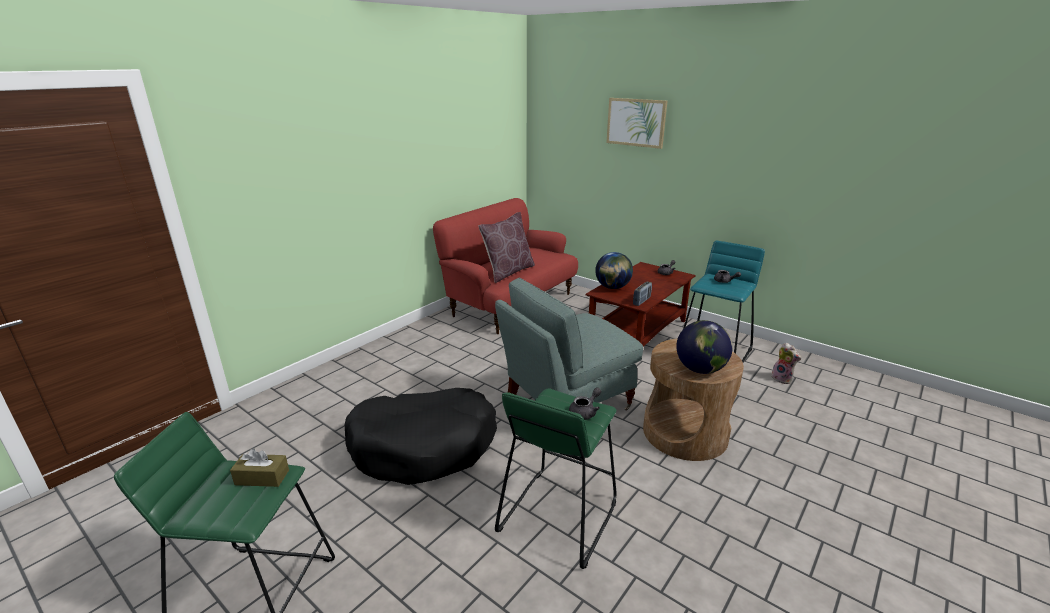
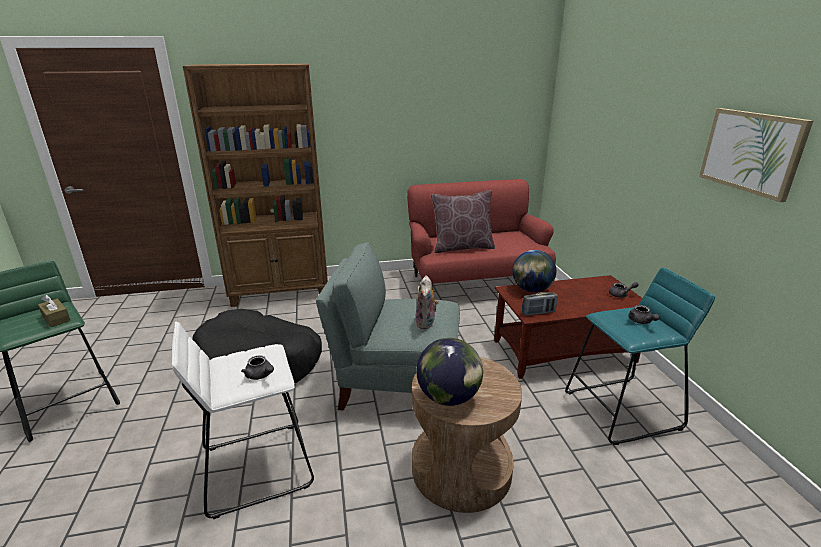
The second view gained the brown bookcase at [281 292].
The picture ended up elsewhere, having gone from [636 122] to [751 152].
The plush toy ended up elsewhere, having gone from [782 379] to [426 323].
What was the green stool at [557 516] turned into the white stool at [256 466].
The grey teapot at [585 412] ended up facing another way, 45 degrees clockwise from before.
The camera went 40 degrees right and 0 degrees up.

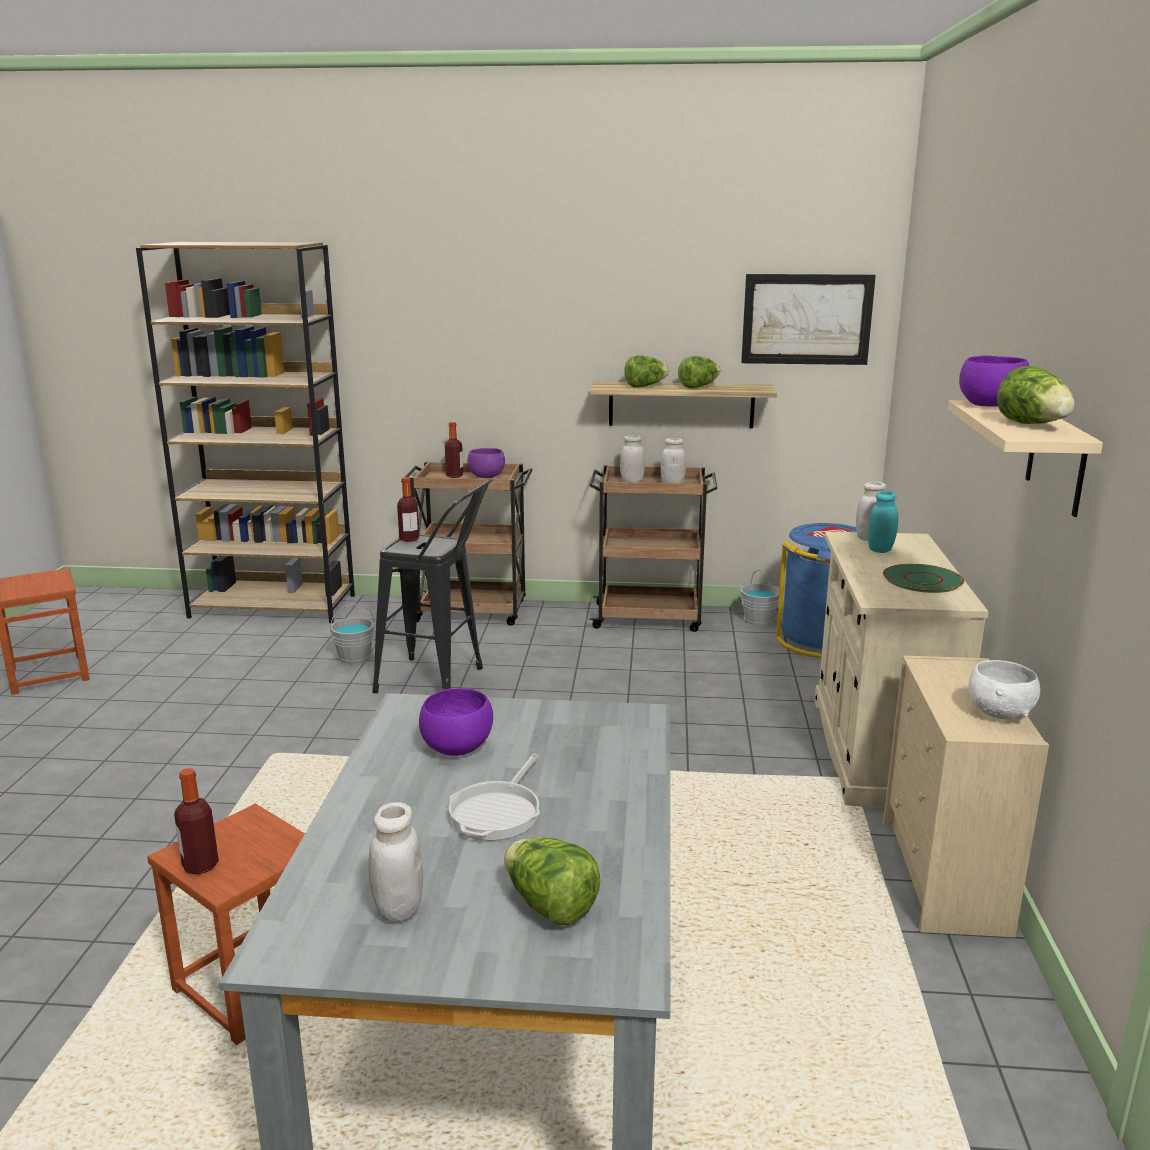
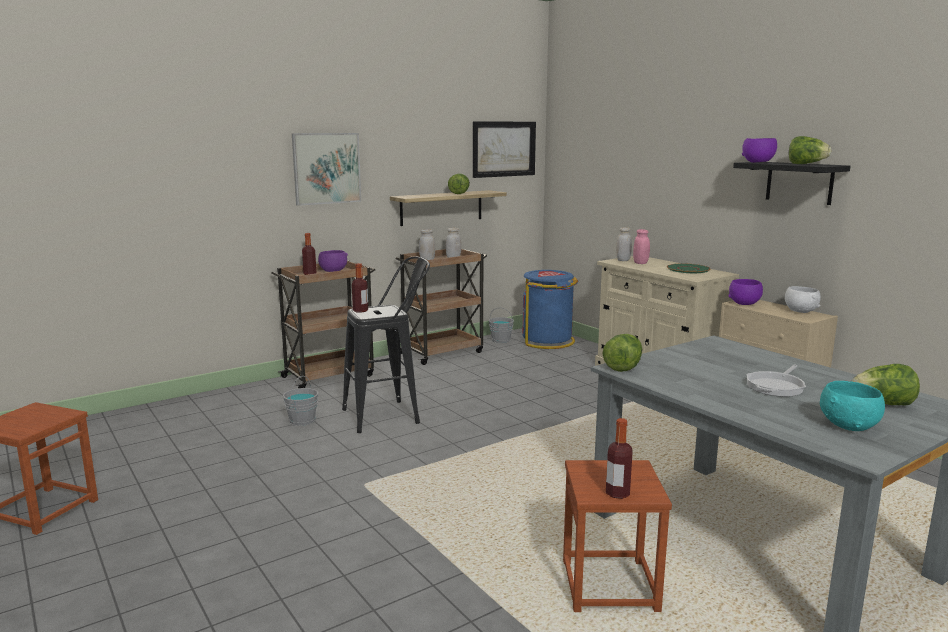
The second view lost the brown bookcase at [274 606].
The second view gained the picture at [326 168].
The purple bowl ended up elsewhere, having gone from [456 748] to [744 303].
The lettuce ended up elsewhere, having gone from [645 386] to [623 367].
Where the white jar stood at [398 909], the turquoise bowl came to stand at [849 426].
What was the turquoise jar at [880 550] turned into the pink jar at [640 263].
What was the beige shelf at [1056 458] turned into the black shelf at [799 182].
The frying pan at [498 812] ended up facing another way, 60 degrees clockwise from before.
The camera went 40 degrees left and 5 degrees down.

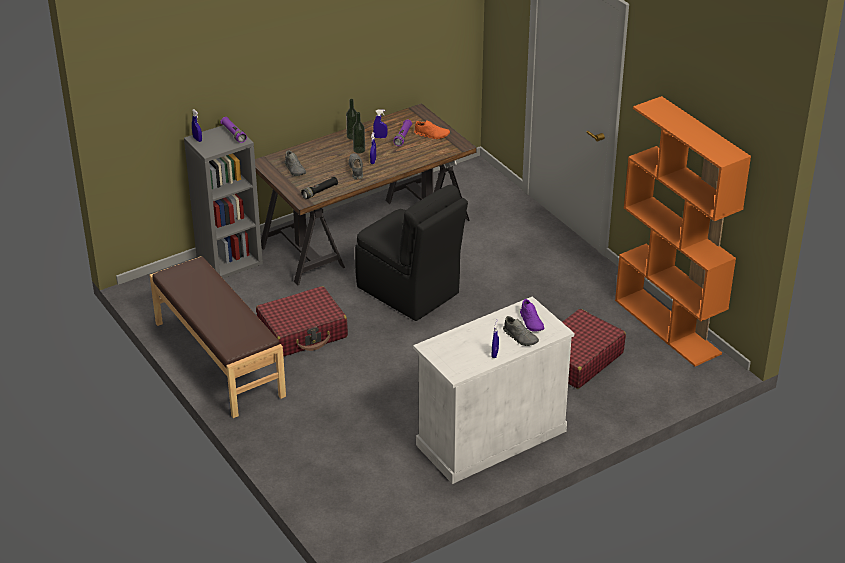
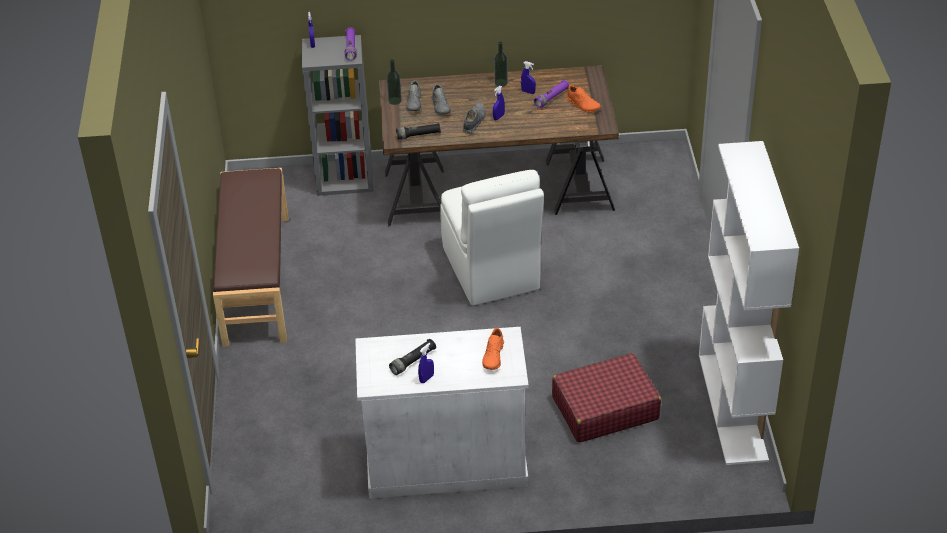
The second view lost the red suitcase at [303 332].
The second view gained the black flashlight at [413 361].
The bottle ended up elsewhere, having gone from [359 150] to [395 100].
The grey shoe ended up elsewhere, having gone from [520 337] to [441 106].
What was the black chair at [409 291] turned into the white chair at [491 270].
What was the purple shoe at [531 322] turned into the orange shoe at [494 356].
What was the orange bookcase at [668 327] turned into the white bookcase at [733 407].
The camera went 30 degrees right and 5 degrees up.

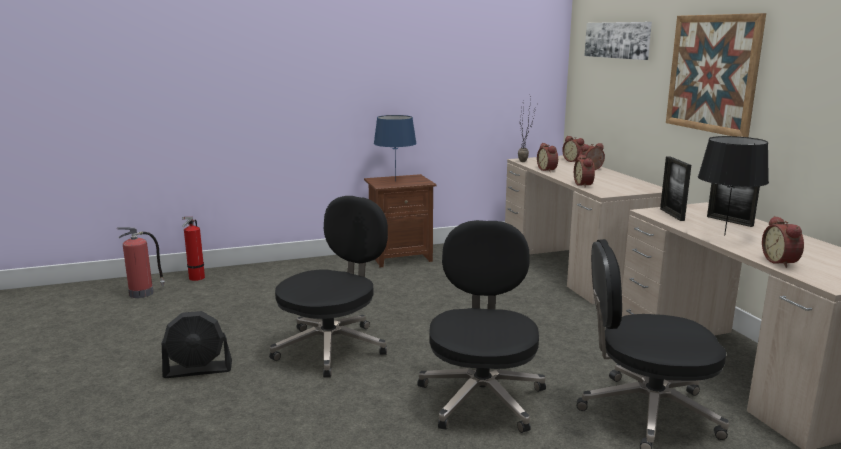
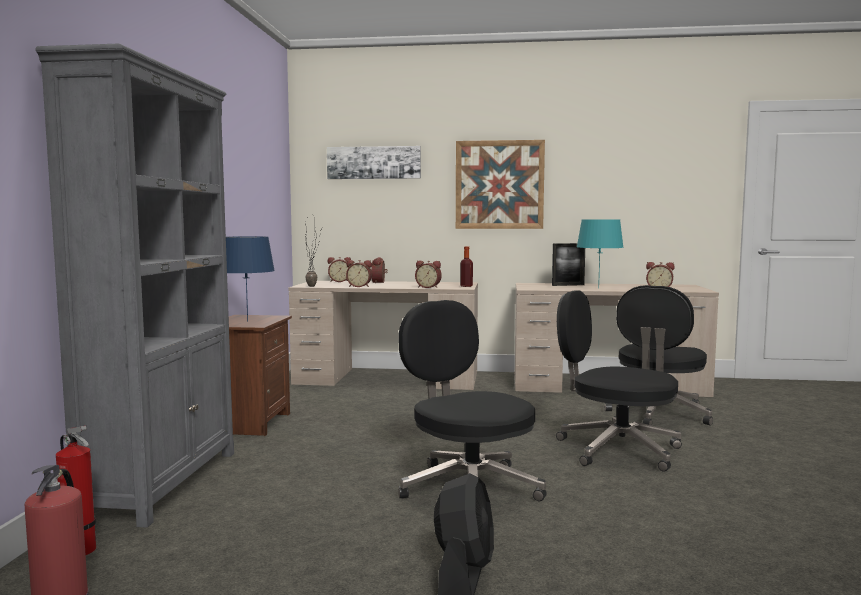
The second view lost the picture frame at [672 214].
The second view gained the grey bookcase at [164 483].
The second view gained the bottle at [466 286].
What was the black table lamp at [725 235] turned into the turquoise table lamp at [598 288].
The camera went 65 degrees left and 10 degrees down.

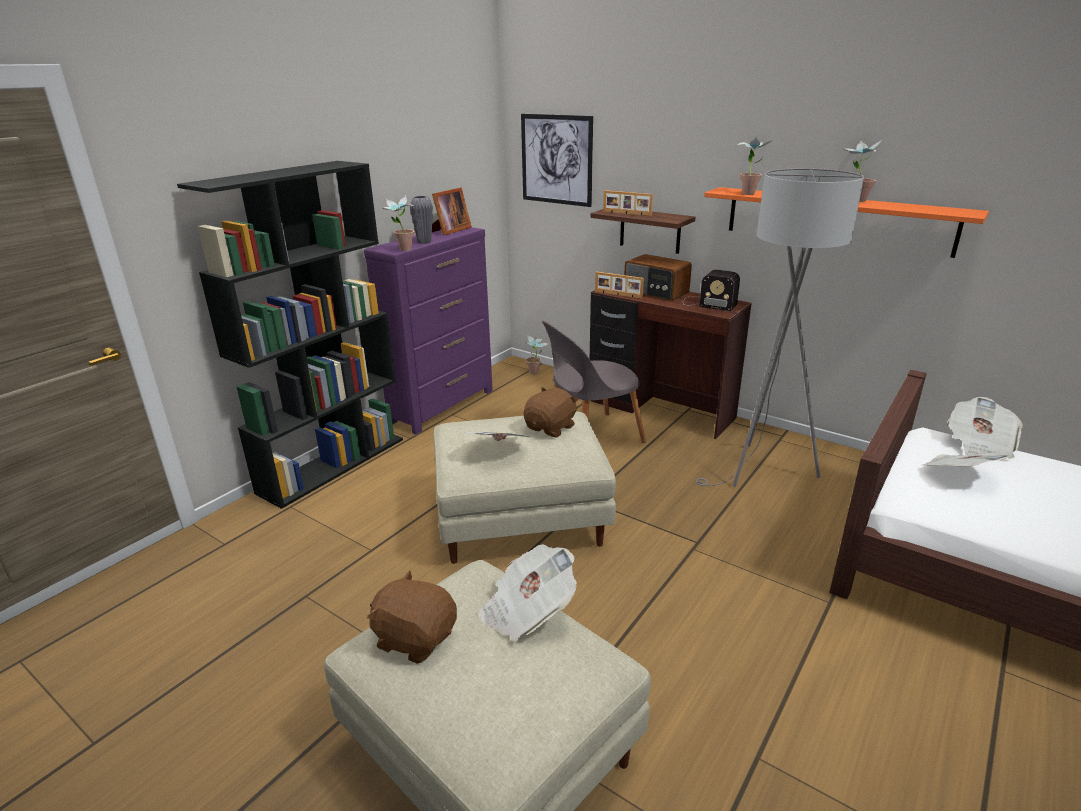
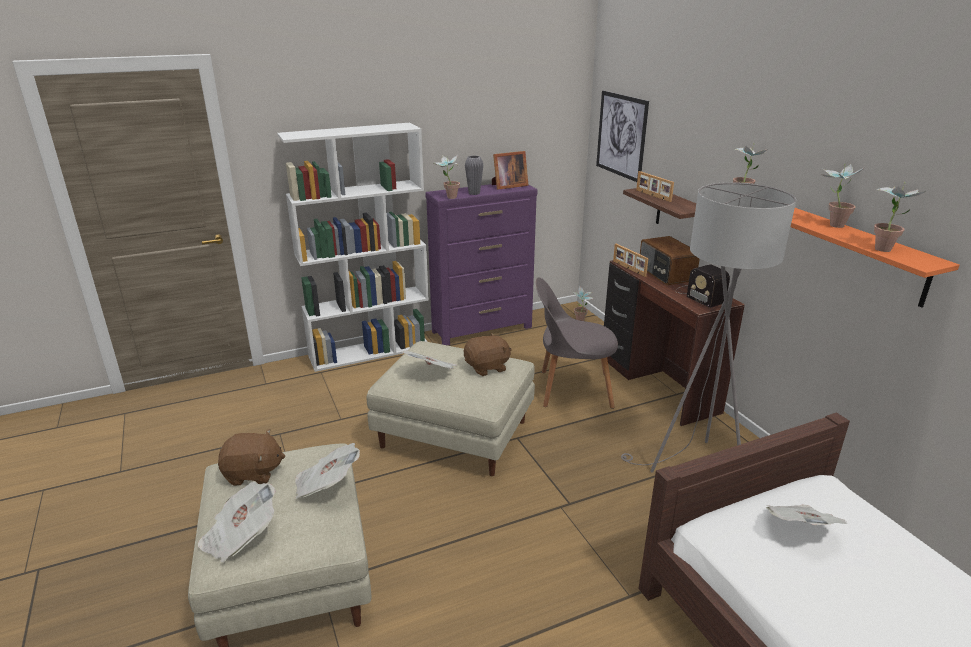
The second view gained the potted plant at [885 248].
The newspaper ended up elsewhere, having gone from [978 446] to [240 536].
What was the black bookcase at [333 464] turned into the white bookcase at [370 351].
The brown plush toy at [415 638] ended up facing another way, 120 degrees clockwise from before.
The camera went 30 degrees right and 0 degrees up.

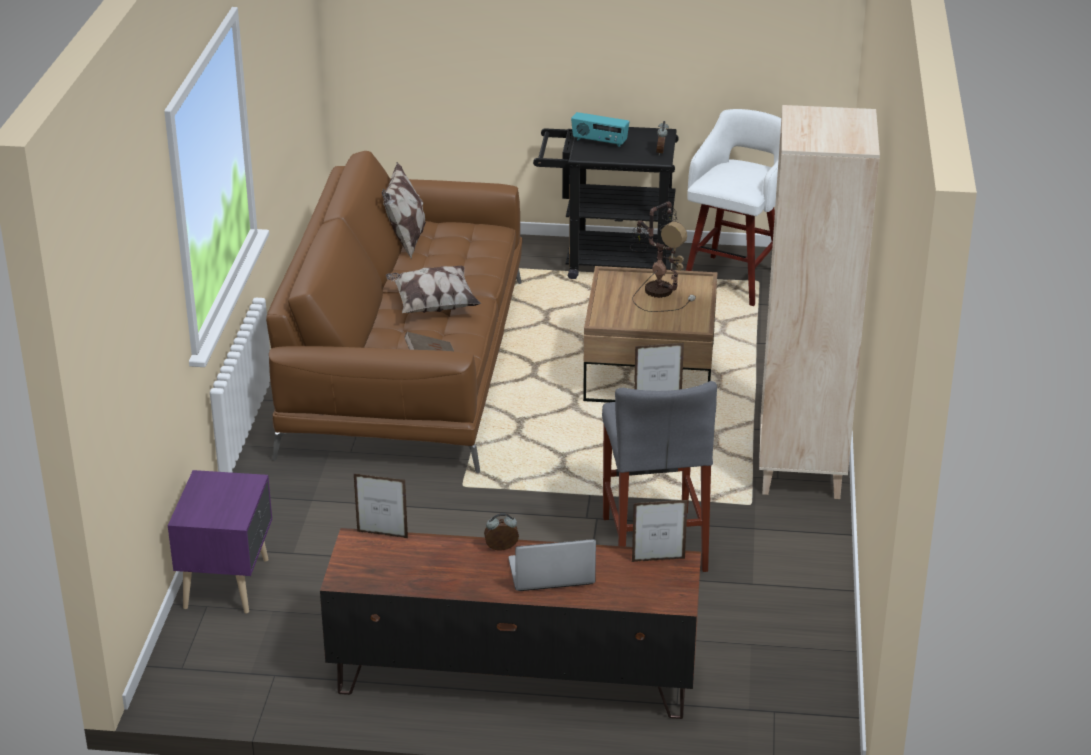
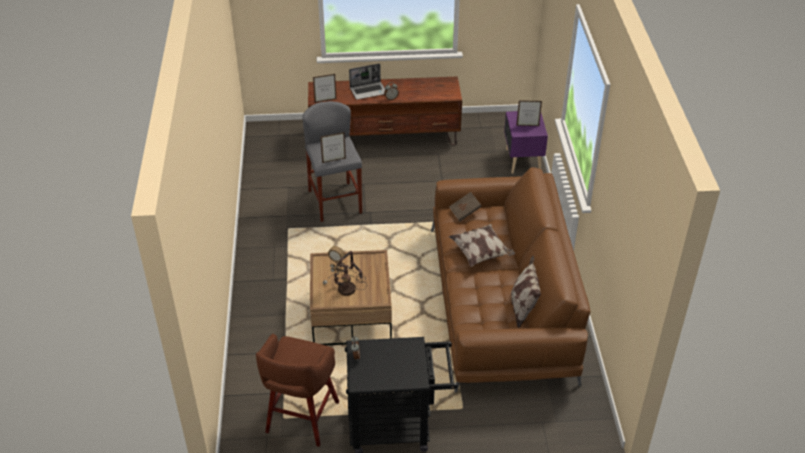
The second view lost the radio at [599 142].
The second view lost the beige bookcase at [802 470].
The picture frame ended up elsewhere, having gone from [382 534] to [527 125].
What was the white stool at [734 279] turned into the brown stool at [301 419].
The camera went 170 degrees right and 10 degrees up.

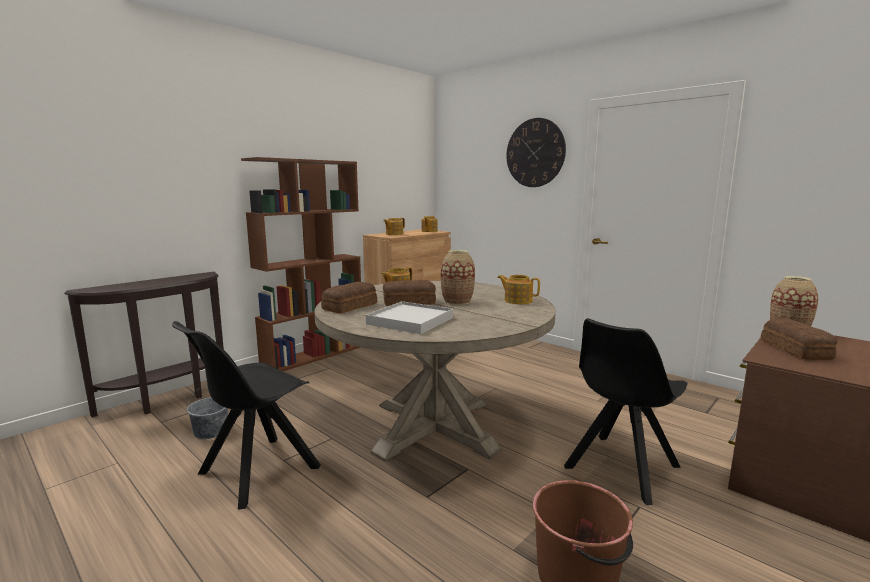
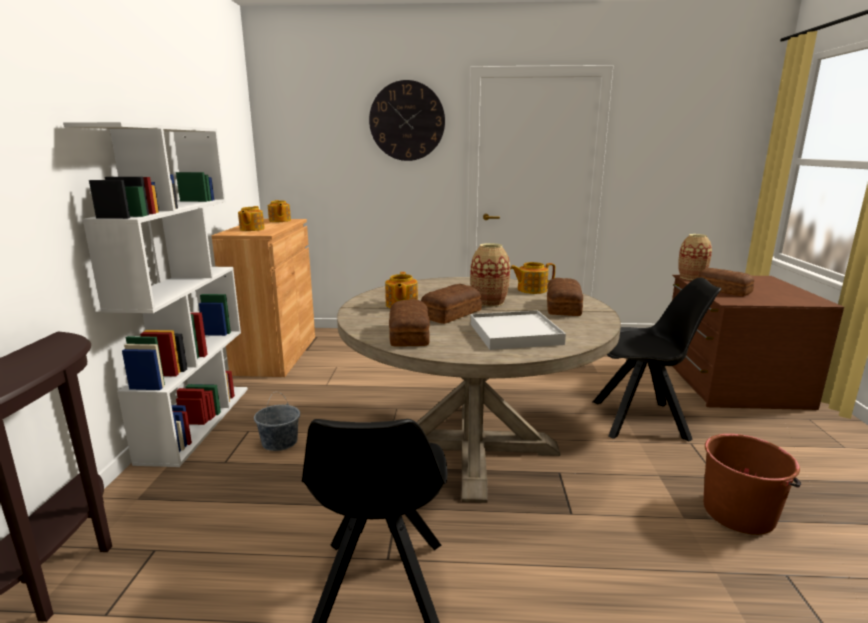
The second view gained the bread at [562 307].
The grey bucket ended up elsewhere, having gone from [210 431] to [279 442].
What was the brown bookcase at [314 355] turned into the white bookcase at [197 422].
The black chair at [620 468] ended up facing another way, 90 degrees counterclockwise from before.
The camera went 40 degrees left and 5 degrees up.

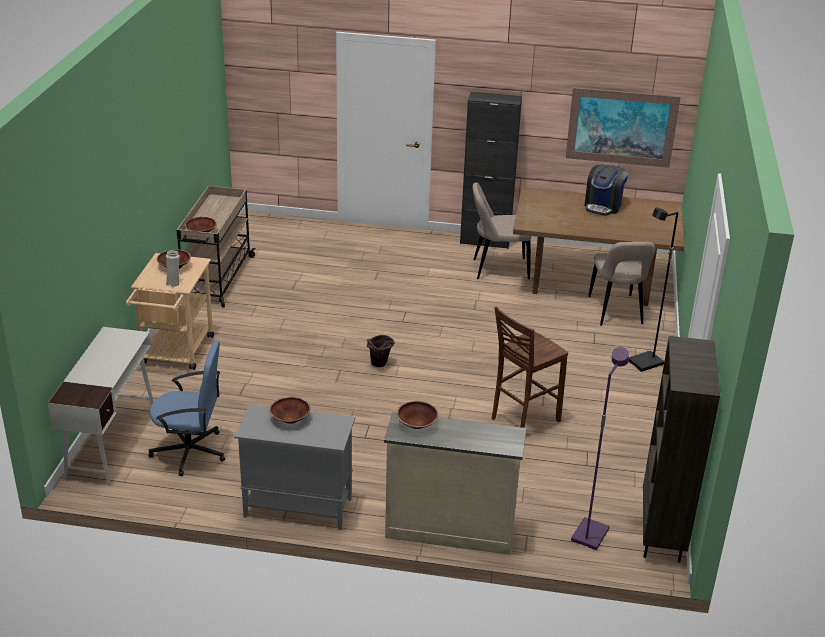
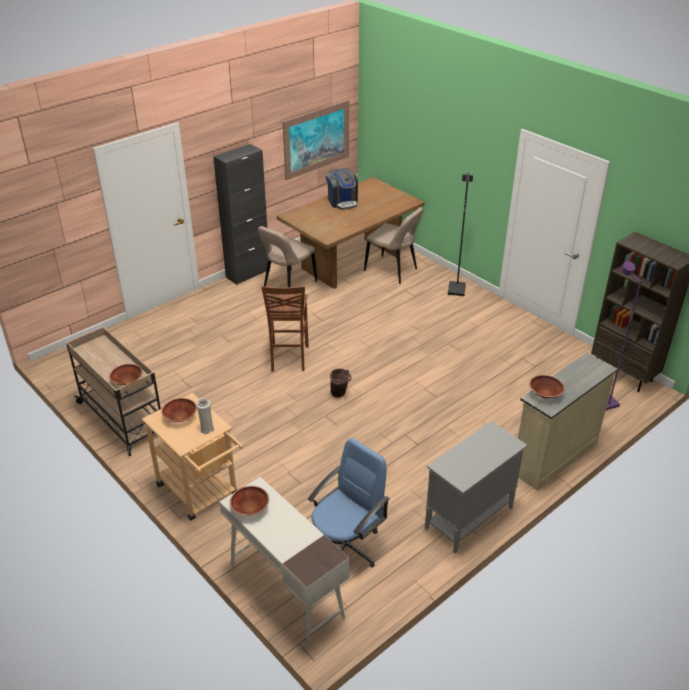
The brown bowl ended up elsewhere, having gone from [290 419] to [250 508].
The brown stool ended up elsewhere, having gone from [523 419] to [288 359].
The camera went 50 degrees left and 5 degrees up.

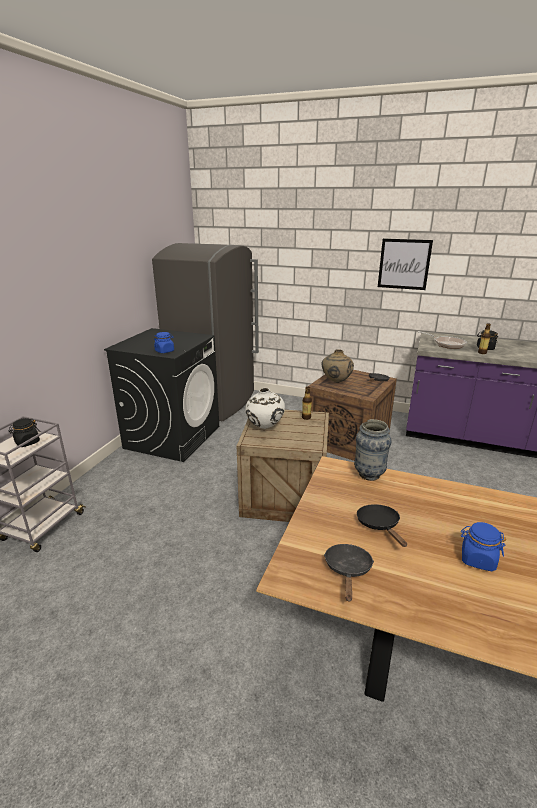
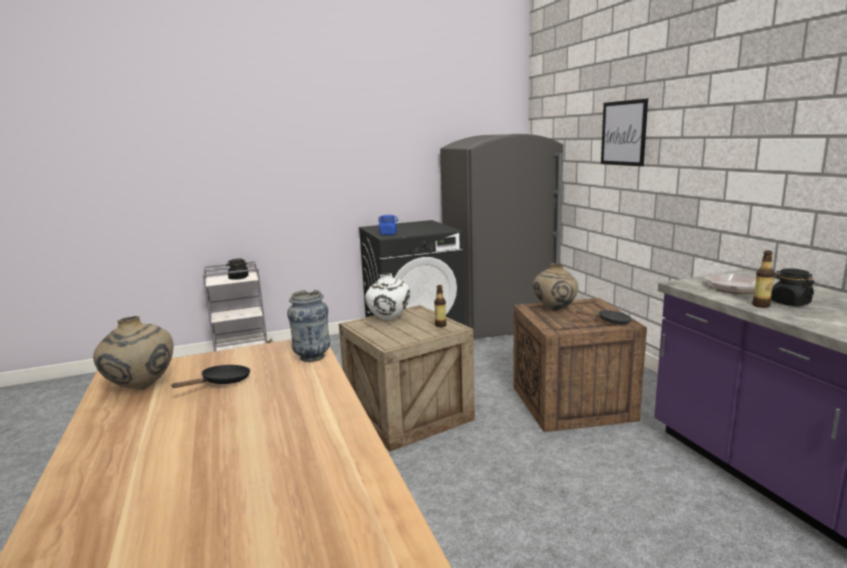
The second view lost the blue jar at [477 559].
The picture ended up elsewhere, having gone from [404 264] to [623 133].
Where the black frying pan stood at [348 570], the beige vase came to stand at [141 388].
The camera went 50 degrees right and 10 degrees down.

